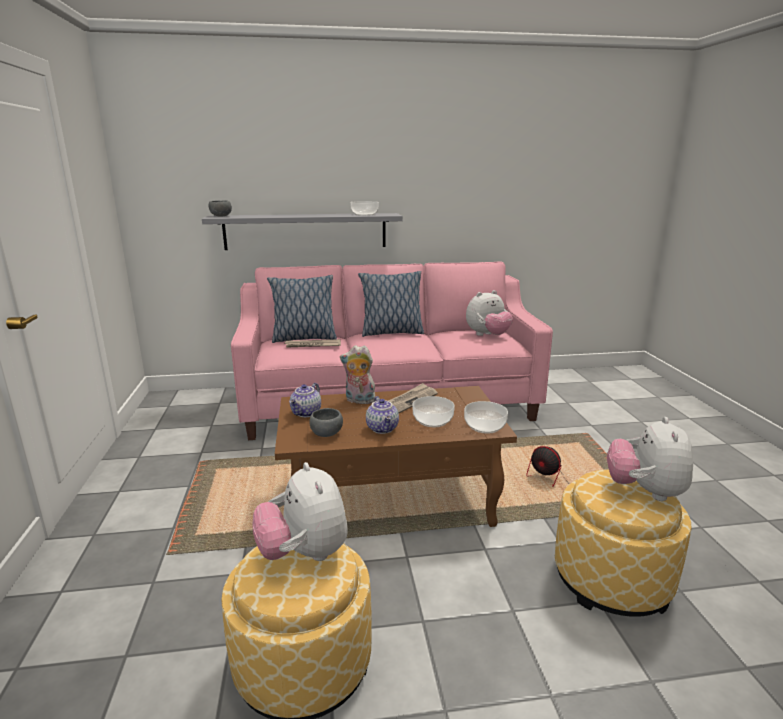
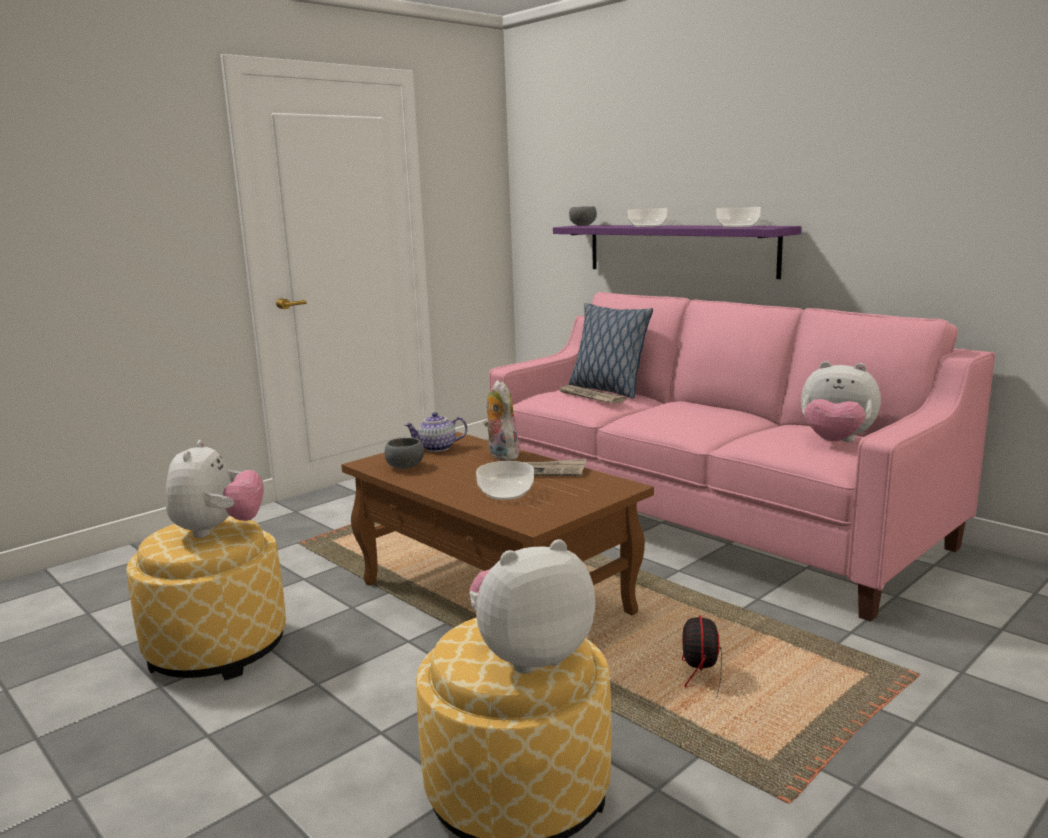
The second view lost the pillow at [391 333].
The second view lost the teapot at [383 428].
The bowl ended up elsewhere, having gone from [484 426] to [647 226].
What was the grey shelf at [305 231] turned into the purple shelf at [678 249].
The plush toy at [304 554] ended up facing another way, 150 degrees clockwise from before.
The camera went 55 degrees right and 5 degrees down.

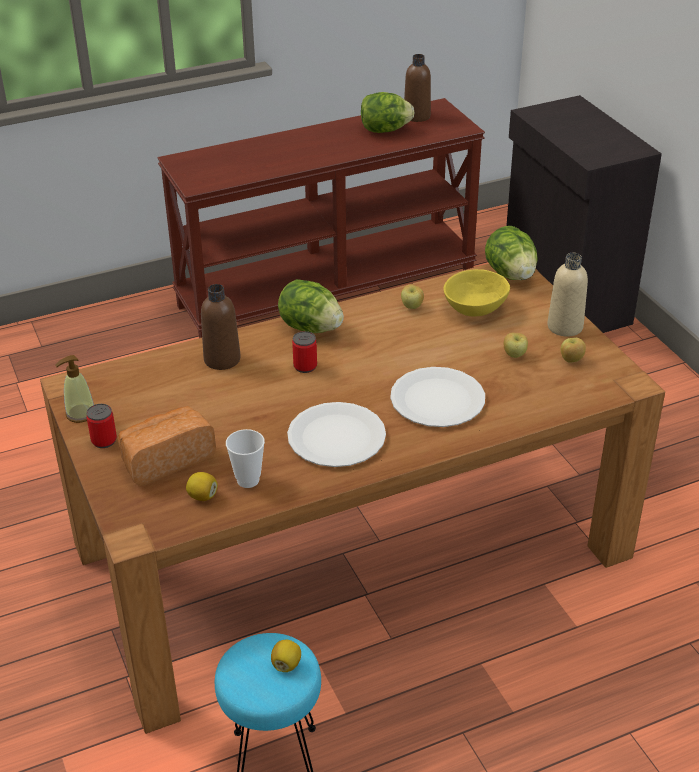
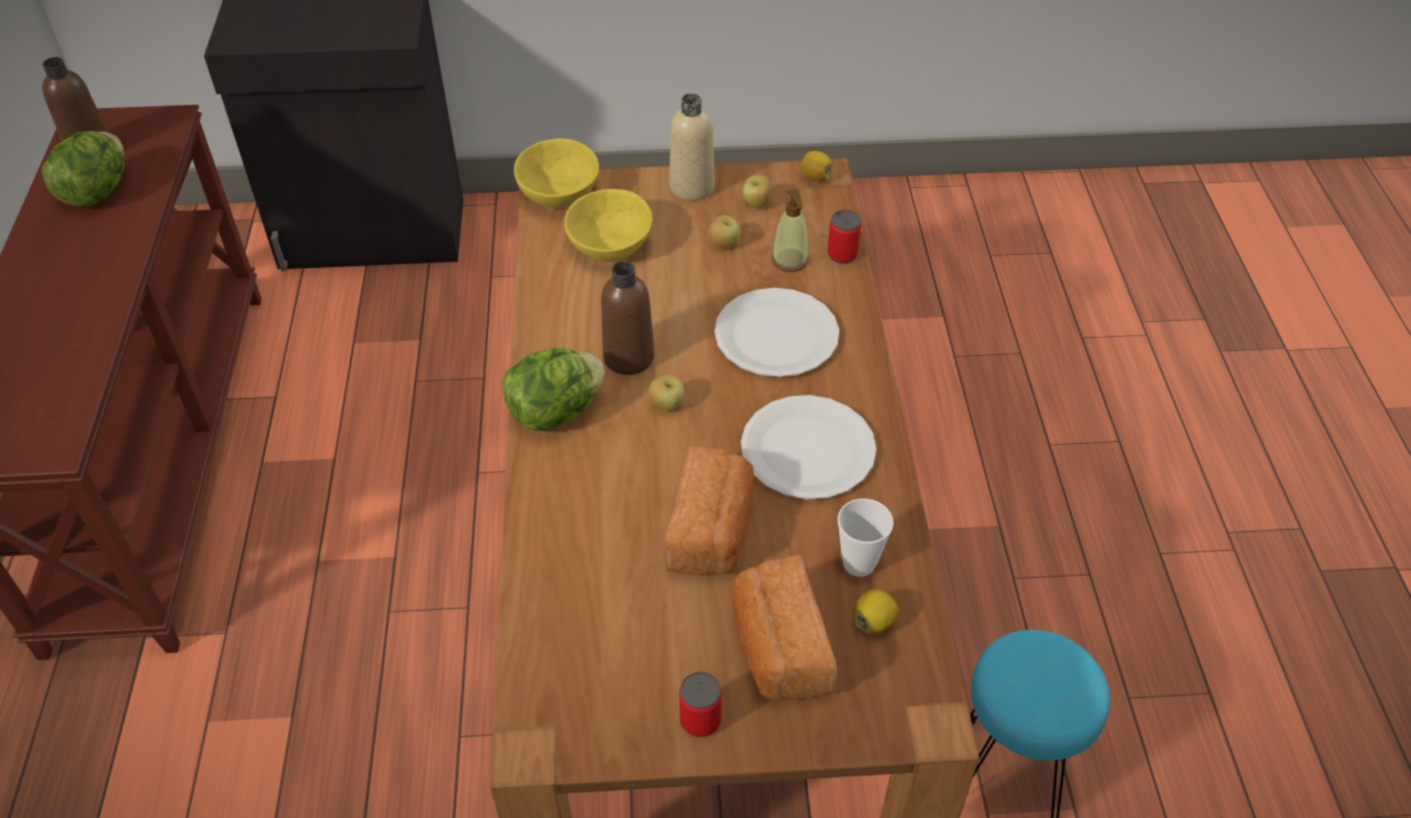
The second view gained the bread at [711 531].
The soap dispenser ended up elsewhere, having gone from [80 414] to [790 260].
The brown bottle ended up elsewhere, having gone from [222 359] to [628 357].
The lemon ended up elsewhere, having gone from [286 664] to [815 178].
The can ended up elsewhere, having gone from [305 366] to [842 254].
The apple ended up elsewhere, having gone from [412 307] to [667 404].
Where the lettuce stood at [510 274], the yellow bowl came to stand at [558 193].
The camera went 70 degrees left and 10 degrees up.

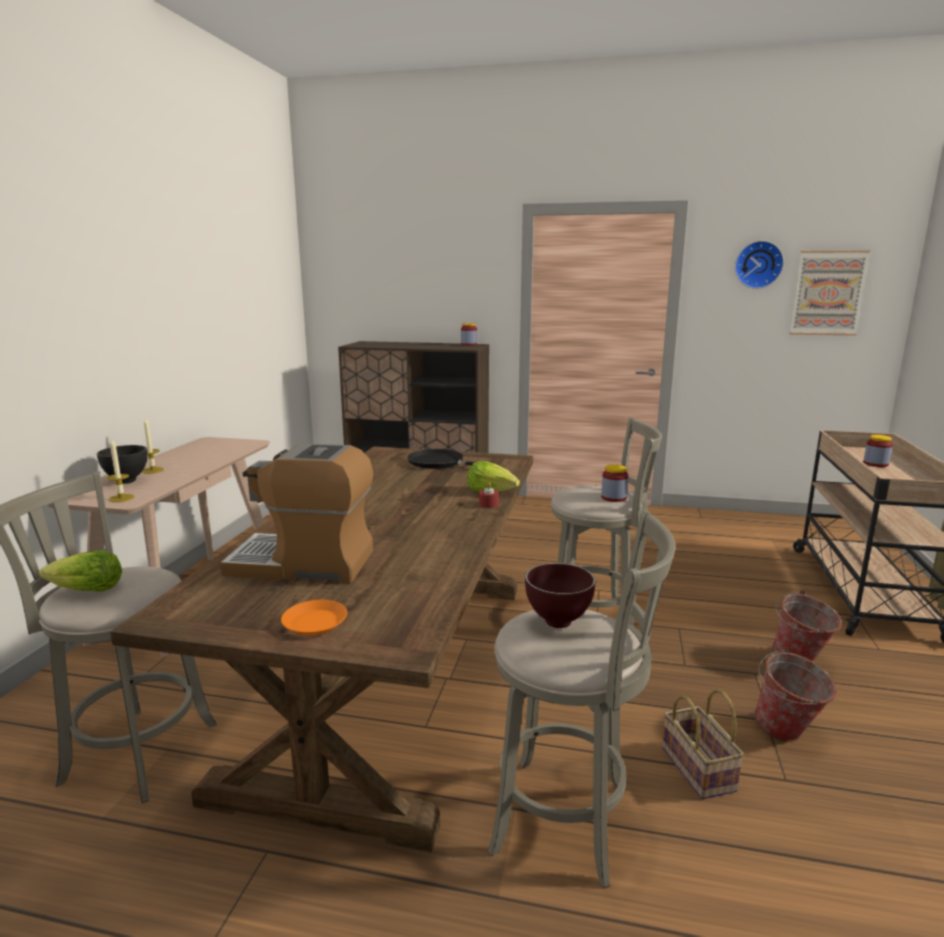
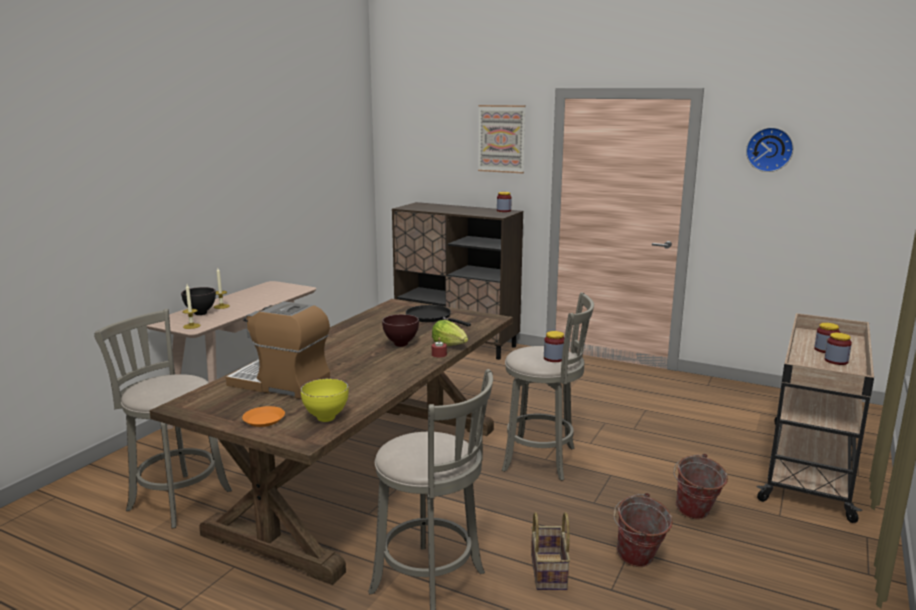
The second view lost the lettuce at [86 591].
The second view gained the yellow bowl at [325 419].
The second view gained the jar at [836 361].
The brown bowl ended up elsewhere, having gone from [559 623] to [402 345].
The picture ended up elsewhere, having gone from [828 293] to [501 138].
The camera went 15 degrees right and 0 degrees up.

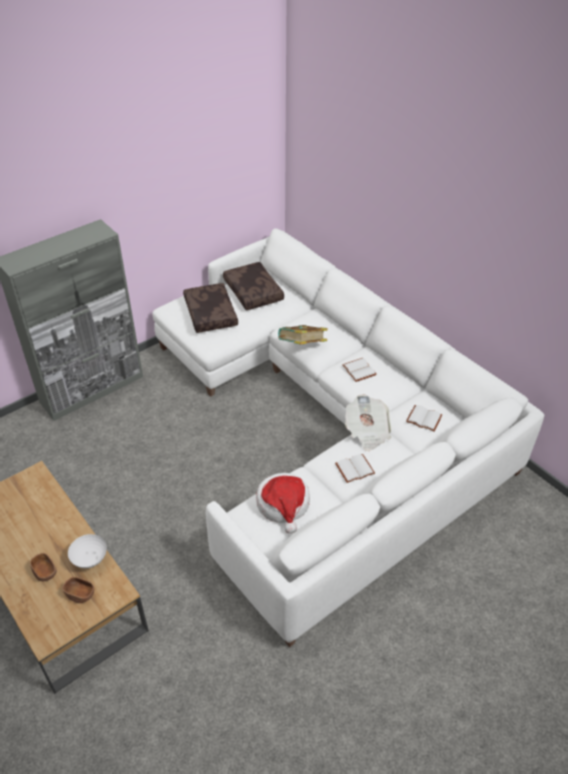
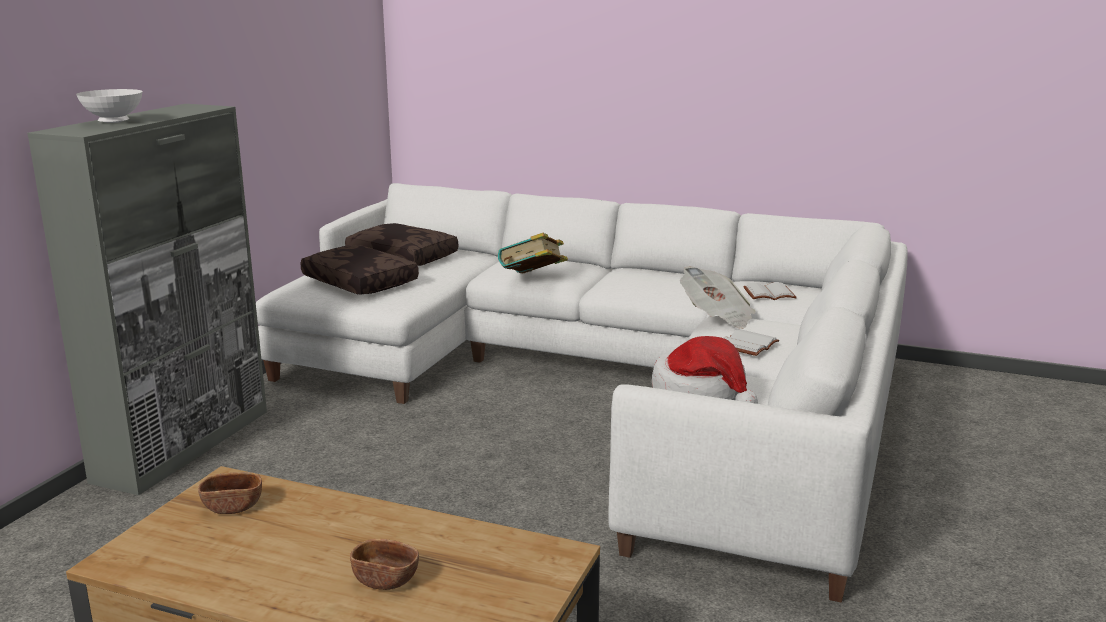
The second view lost the white book at [360 370].
The brown bowl ended up elsewhere, having gone from [80 594] to [232 506].
The white bowl ended up elsewhere, having gone from [89 560] to [112 122].
The camera went 30 degrees left and 25 degrees down.

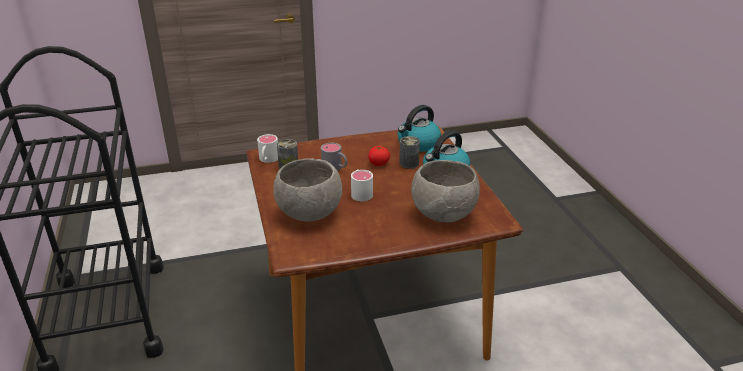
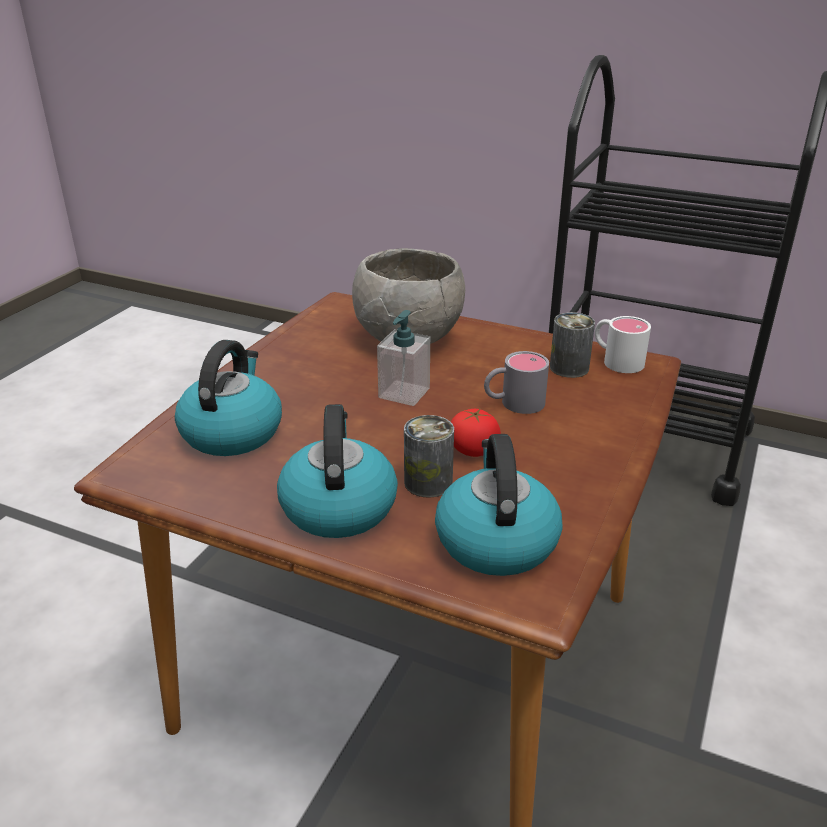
Where the white mug stood at [360 192], the soap dispenser came to stand at [404 393].
Where the grey bowl stood at [444 214], the kettle came to stand at [232 432].
The camera went 130 degrees right and 0 degrees up.

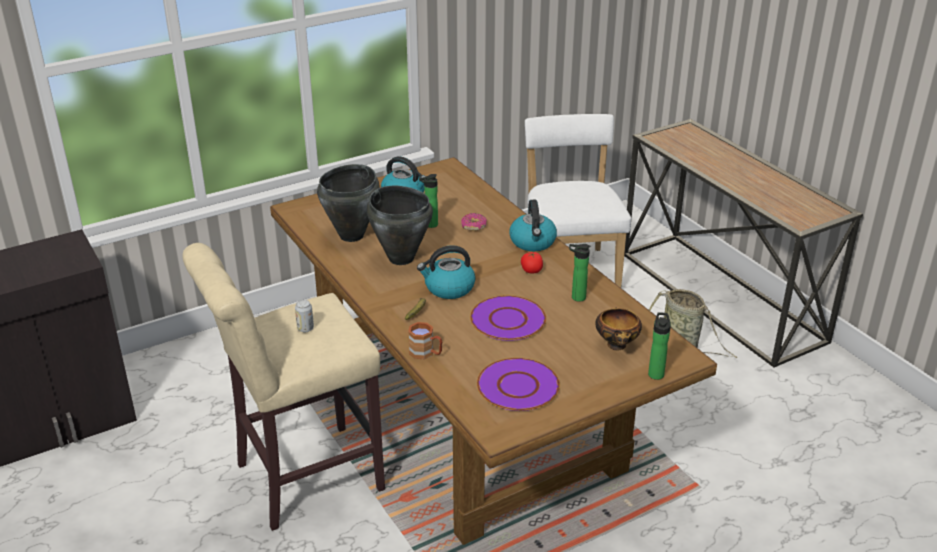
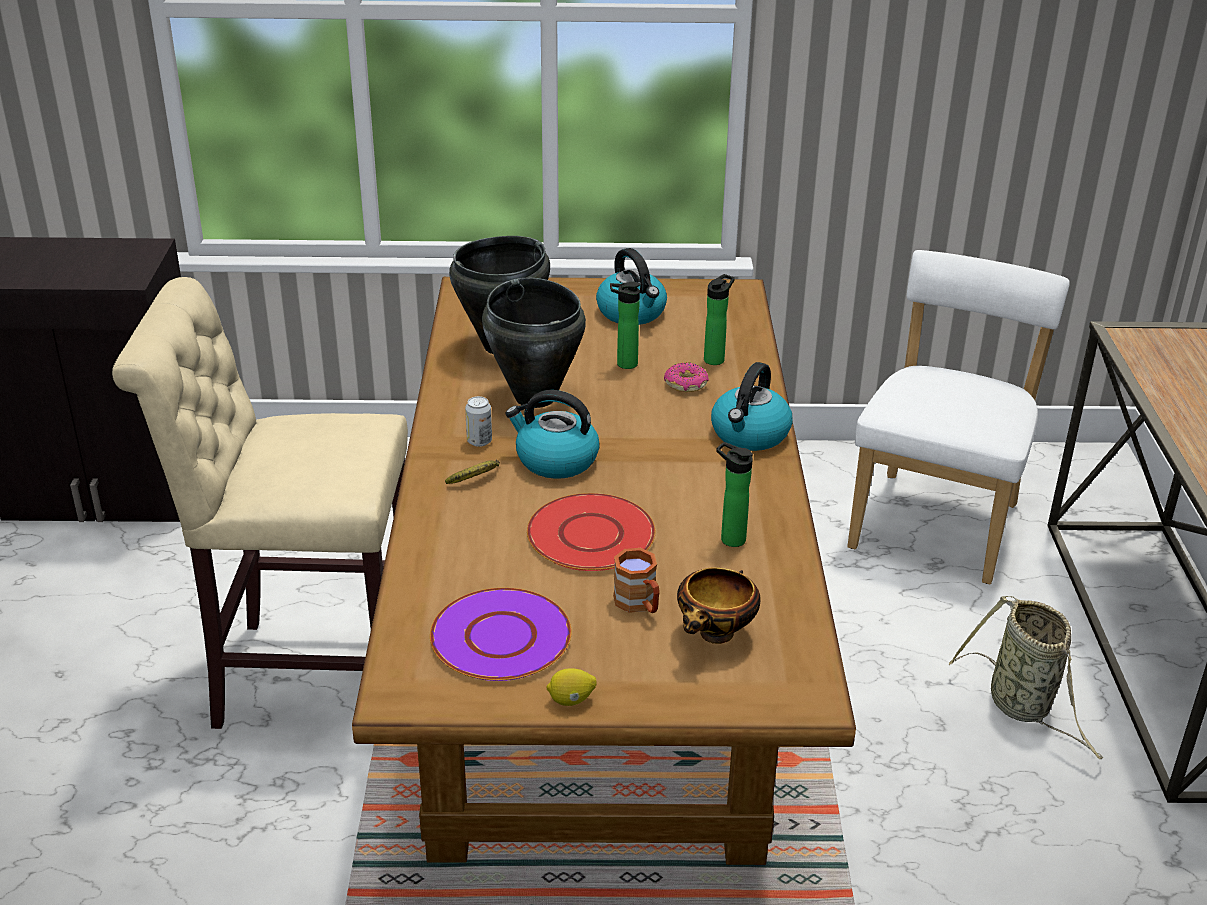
The second view lost the tomato at [531 271].
The second view gained the lemon at [571 700].
The can ended up elsewhere, having gone from [305 328] to [479 441].
The brown mug ended up elsewhere, having gone from [426 353] to [639 604].
The bottle ended up elsewhere, having gone from [656 373] to [716 359].
What was the purple plate at [507 320] turned into the red plate at [590 535].
The camera went 30 degrees right and 0 degrees up.

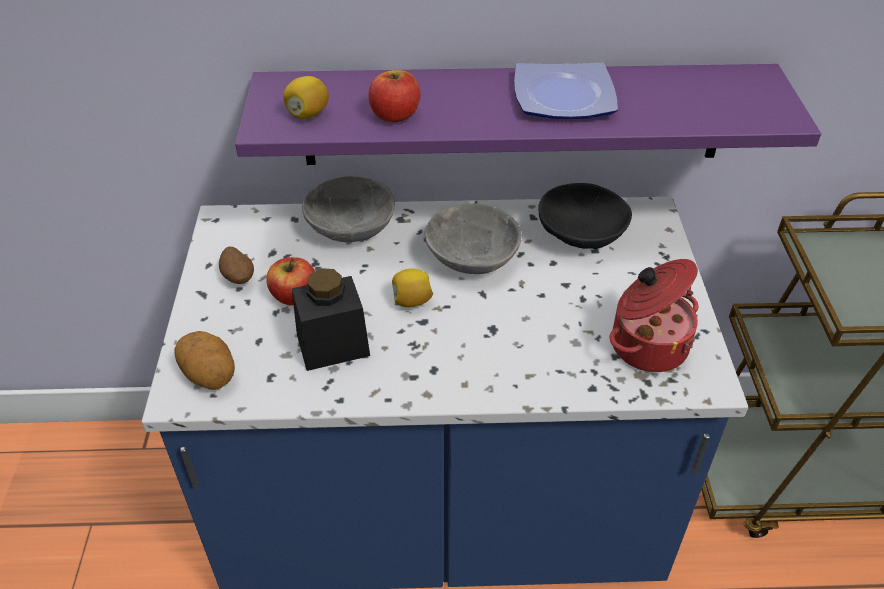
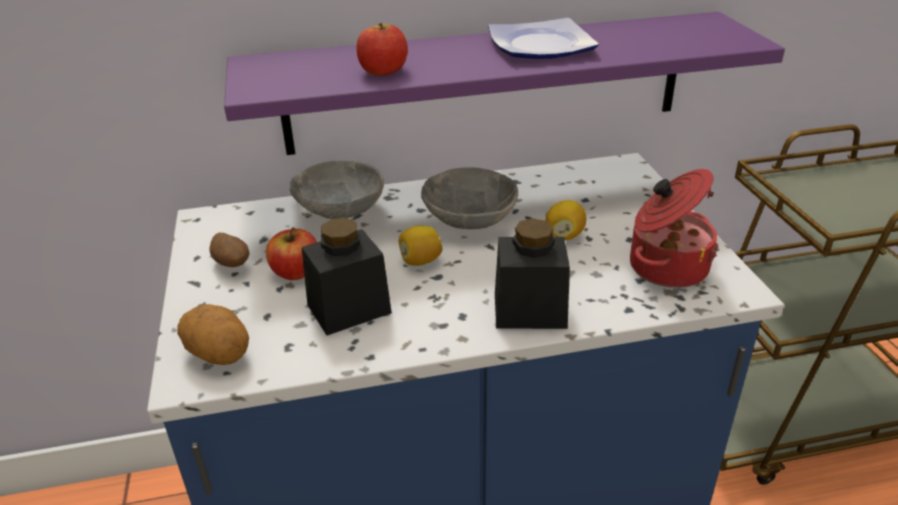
The second view lost the black bowl at [580 237].
The second view gained the black jar at [530 310].
The lemon ended up elsewhere, having gone from [308 114] to [564 235].
The camera went 10 degrees left and 10 degrees down.

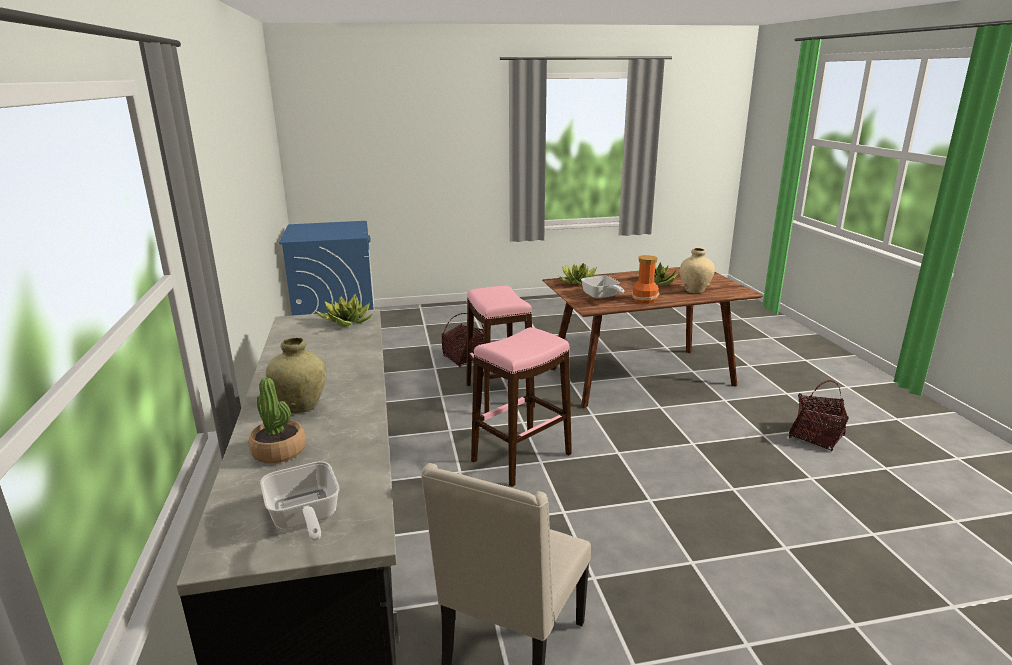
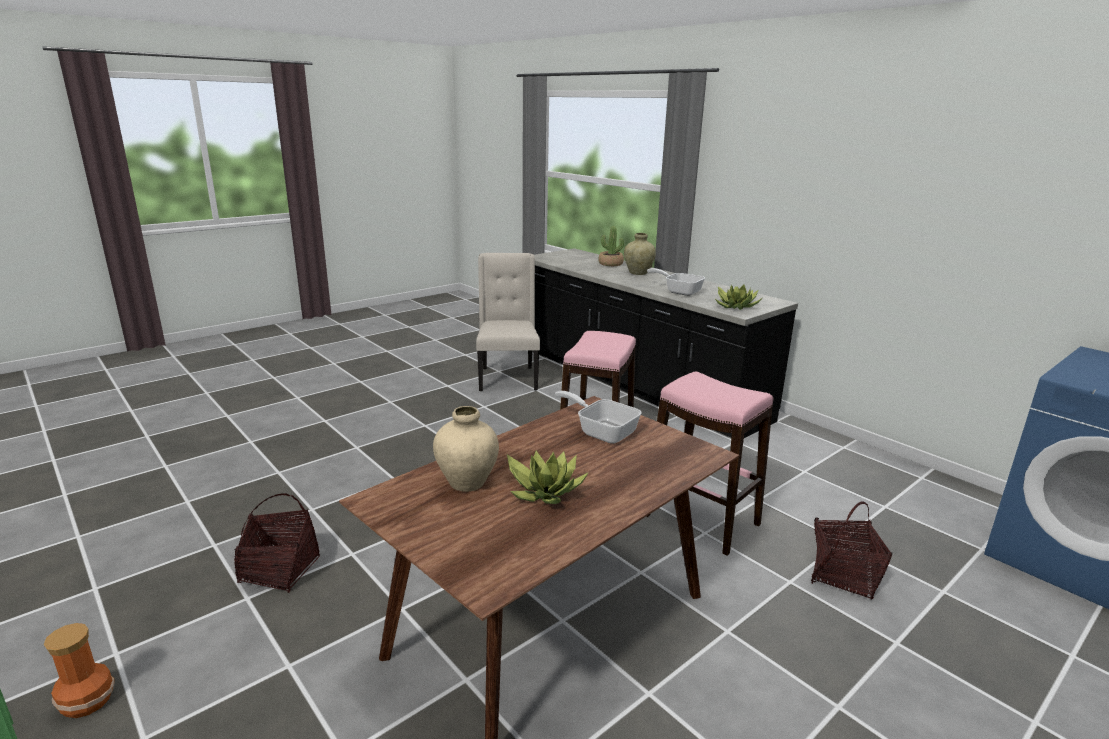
The second view lost the potted plant at [578 282].
The frying pan ended up elsewhere, having gone from [304 519] to [679 291].
The vase ended up elsewhere, having gone from [645 300] to [85 701].
The camera went 150 degrees right and 0 degrees up.

